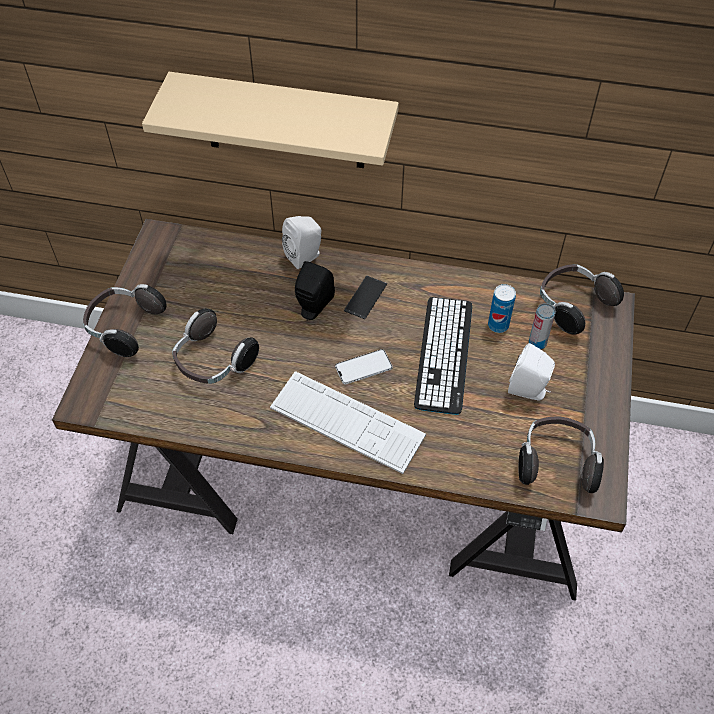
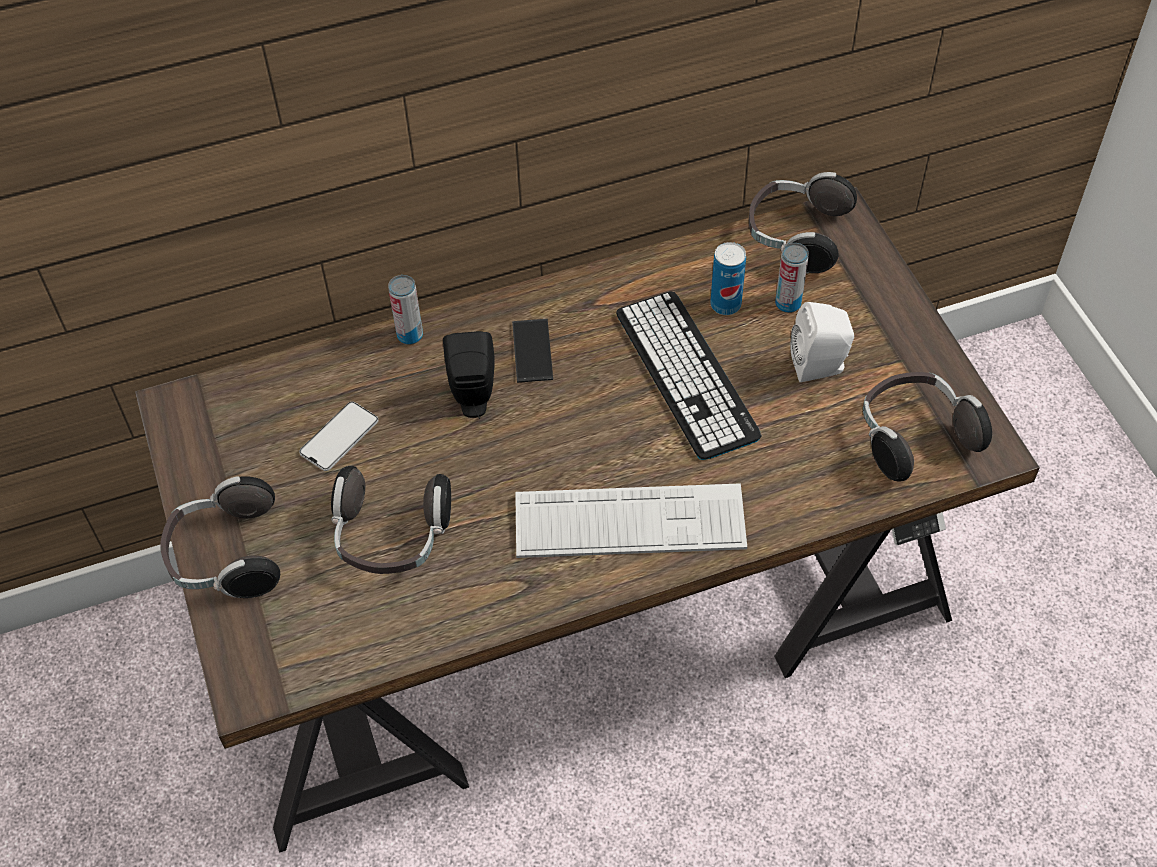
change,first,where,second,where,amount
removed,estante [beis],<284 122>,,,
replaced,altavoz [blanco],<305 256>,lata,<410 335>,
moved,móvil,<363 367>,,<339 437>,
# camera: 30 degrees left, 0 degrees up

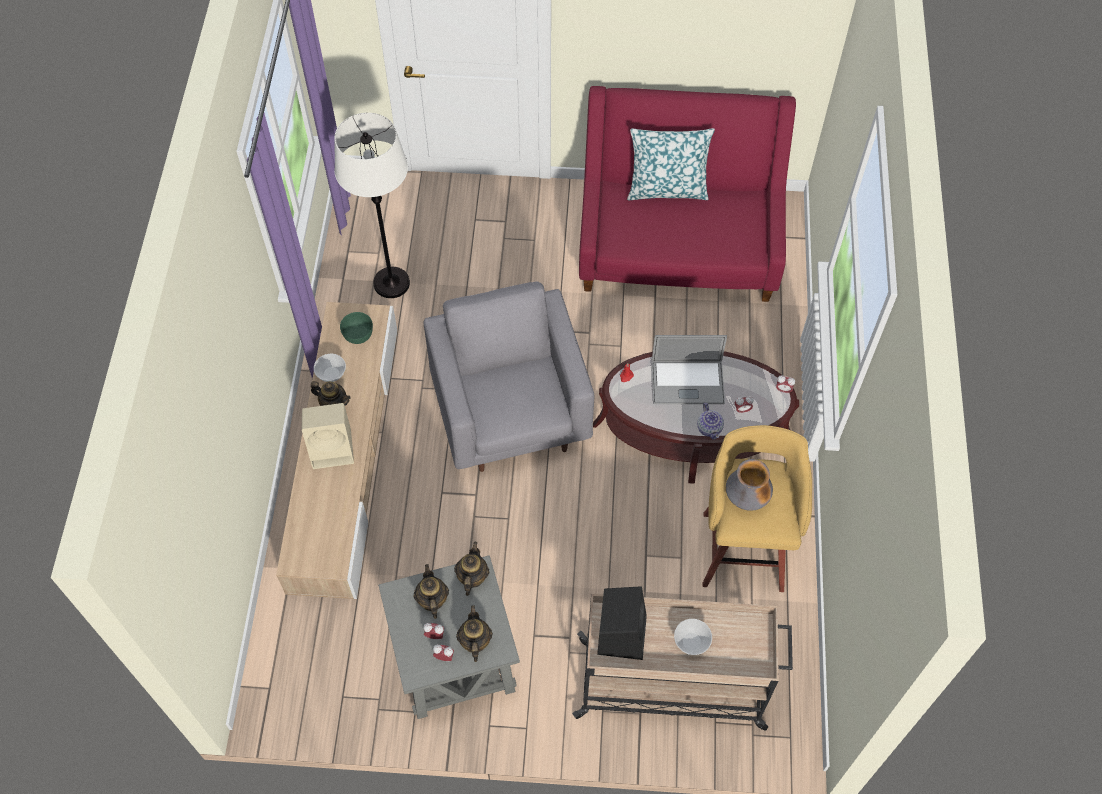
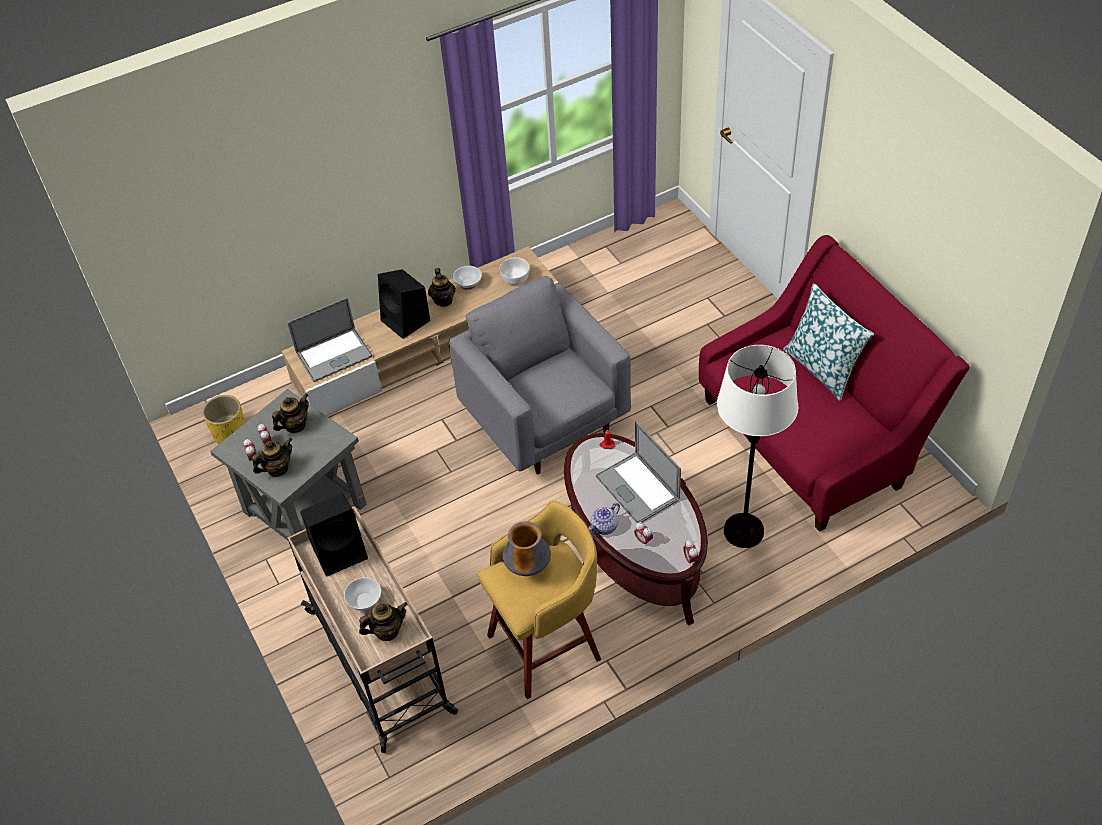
change,first,where,second,where,amount
recoloured,altavoz [beis],<333 448>,altavoz [negro],<406 321>,
moved,lámpara de pie [blanco],<392 283>,,<743 531>,
recoloured,cuenco [verde],<358 333>,cuenco [blanco],<515 278>,
turned,sillón [gris],<511 415>,,<545 421>,75 degrees counterclockwise
moved,tetera,<472 577>,,<387 631>,
added,,,maceta [amarillo],<230 433>,
added,,,portátil,<334 355>,
# camera: 60 degrees right, 10 degrees down

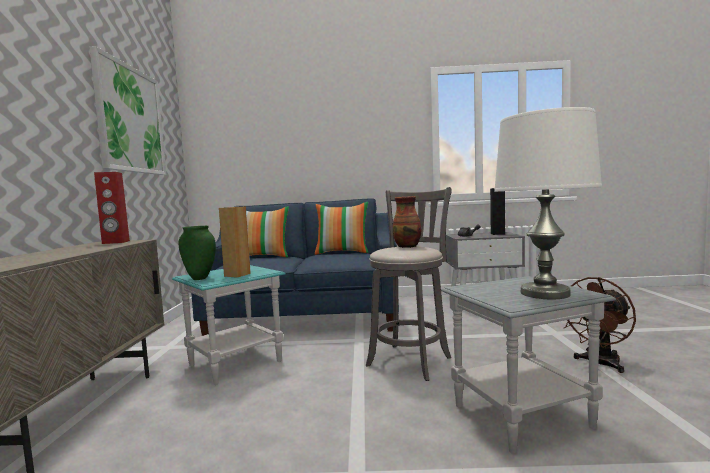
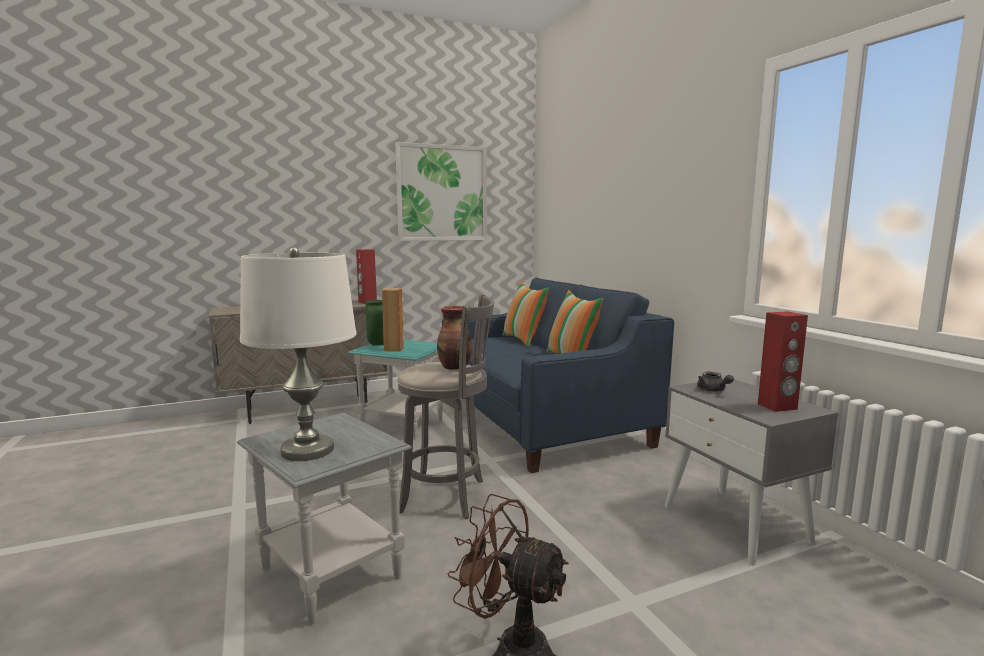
change,first,where,second,where,amount
recoloured,altavoz [negro],<498 234>,altavoz [rojo],<777 406>,
# camera: 65 degrees right, 5 degrees up

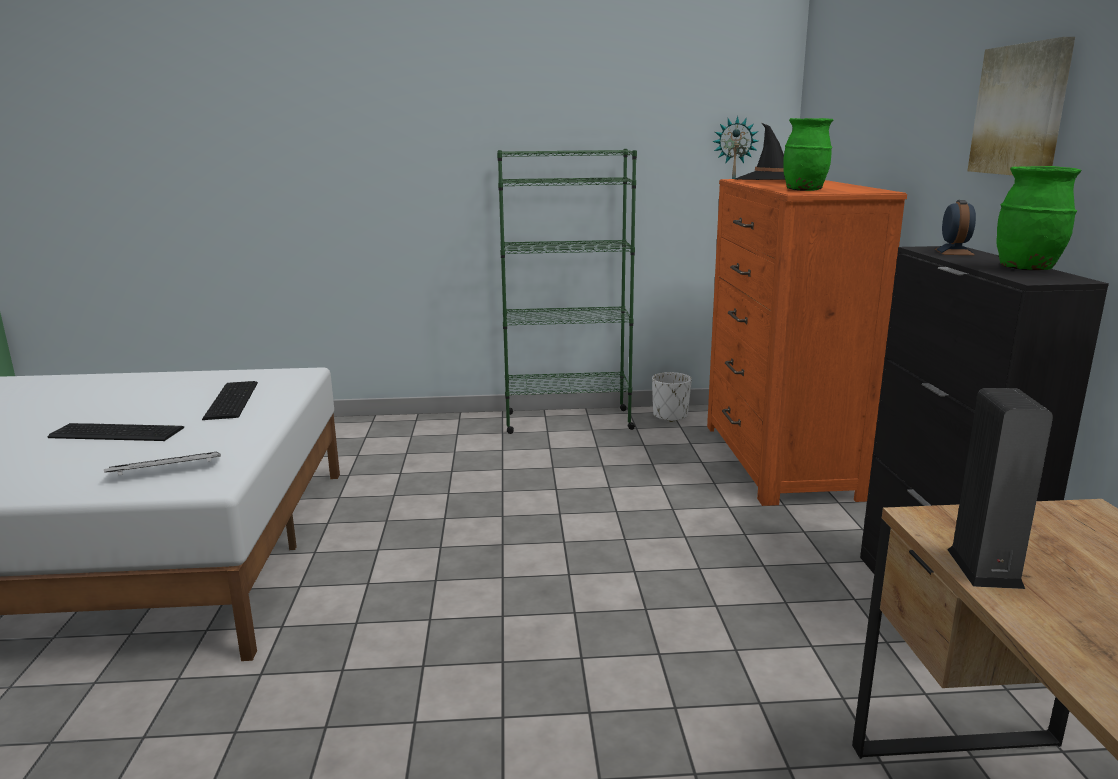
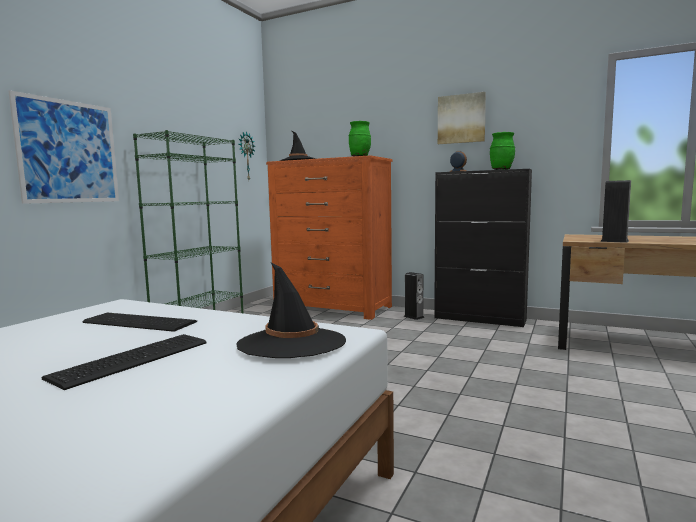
change,first,where,second,where,amount
replaced,teclado,<166 470>,sombrero [negro],<292 343>,
removed,maceta [blanco],<670 416>,,,
added,,,cuadro,<69 152>,
added,,,altavoz,<414 317>,
# camera: 60 degrees left, 10 degrees down

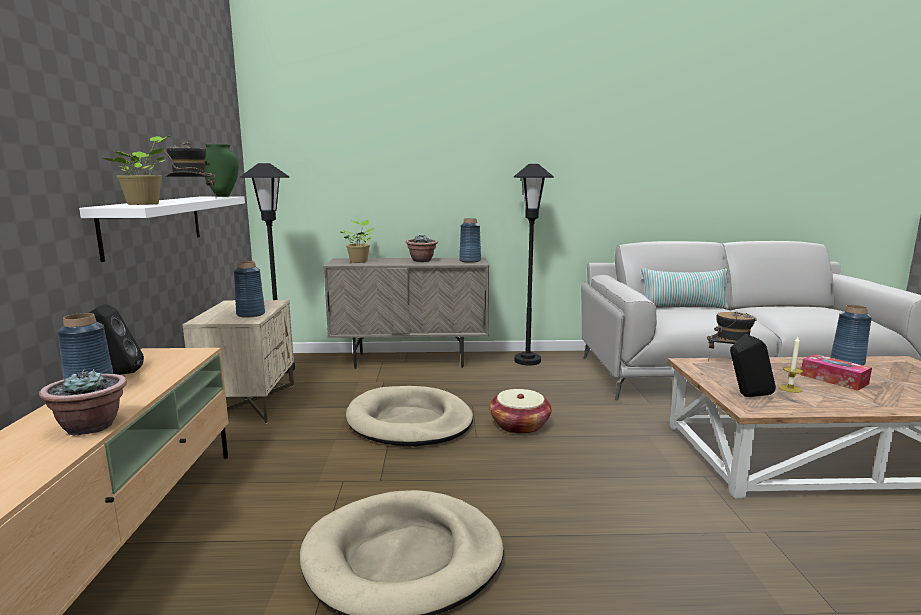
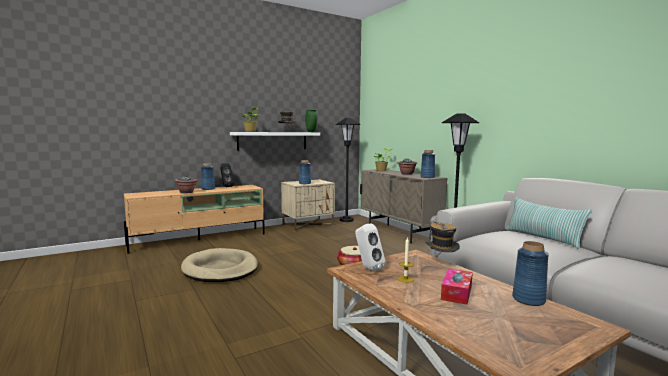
change,first,where,second,where,amount
removed,cama para perro [beis],<409 421>,,,
recoloured,altavoz [negro],<746 396>,altavoz [blanco],<368 268>,
# camera: 60 degrees right, 5 degrees down

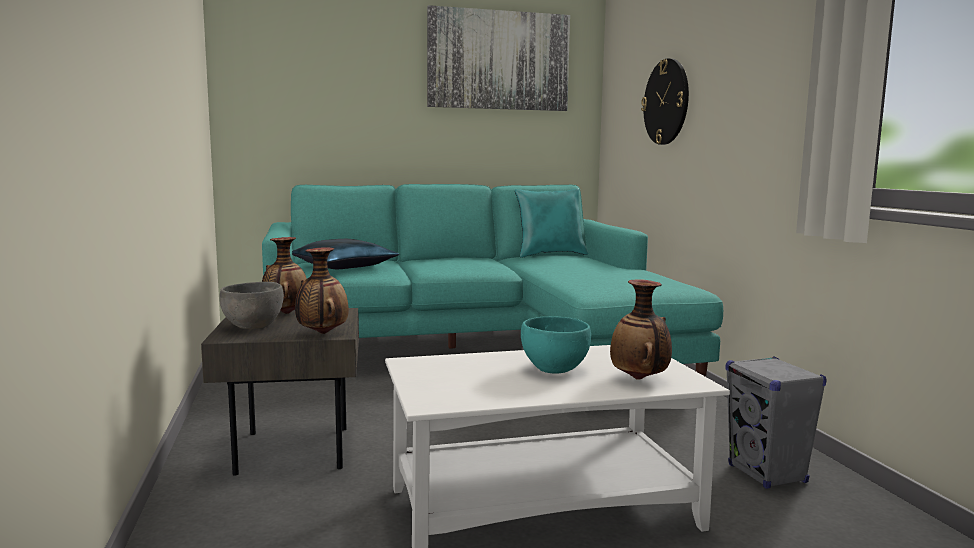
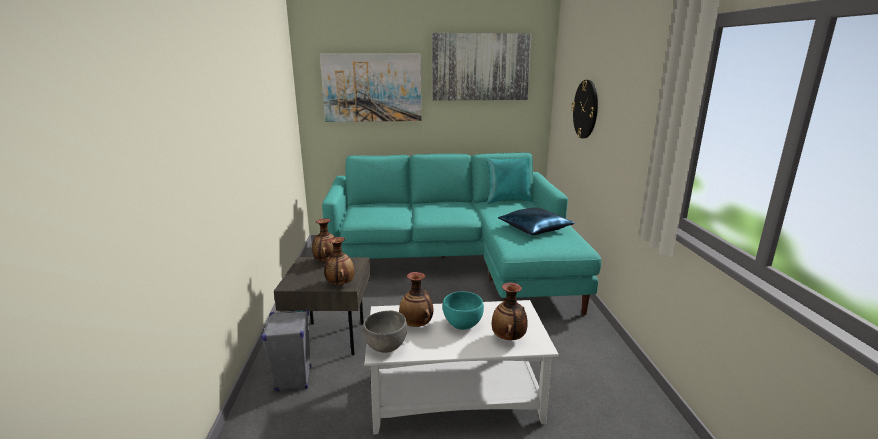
change,first,where,second,where,amount
moved,cuenco [gris],<253 326>,,<385 347>,
moved,cojín [azul],<343 266>,,<534 228>,
moved,altavoz [gris],<767 474>,,<293 379>,
added,,,cuadro,<372 88>,
added,,,florero,<416 325>,
# camera: 10 degrees right, 10 degrees up

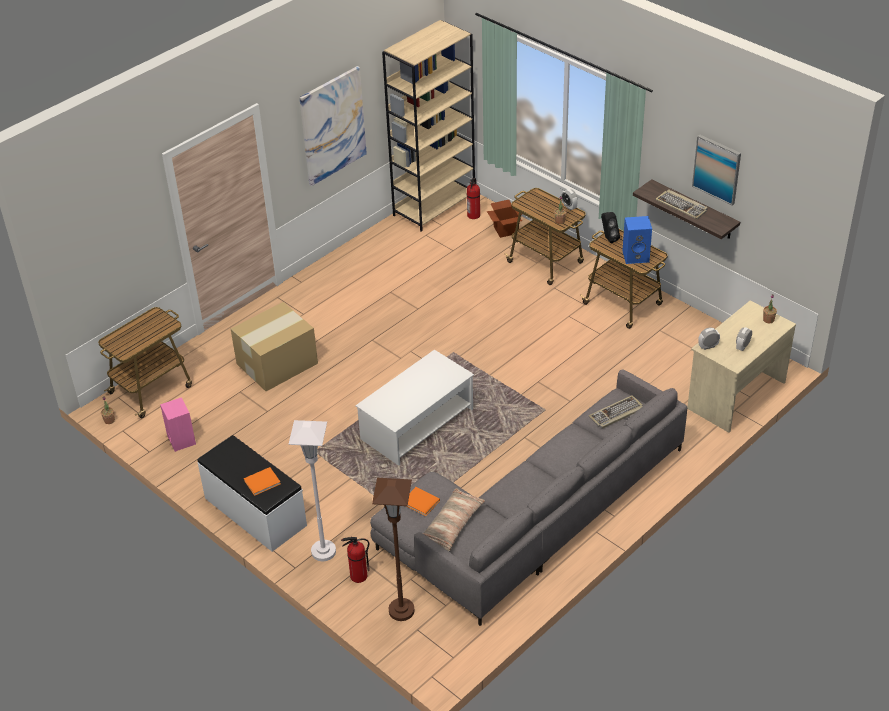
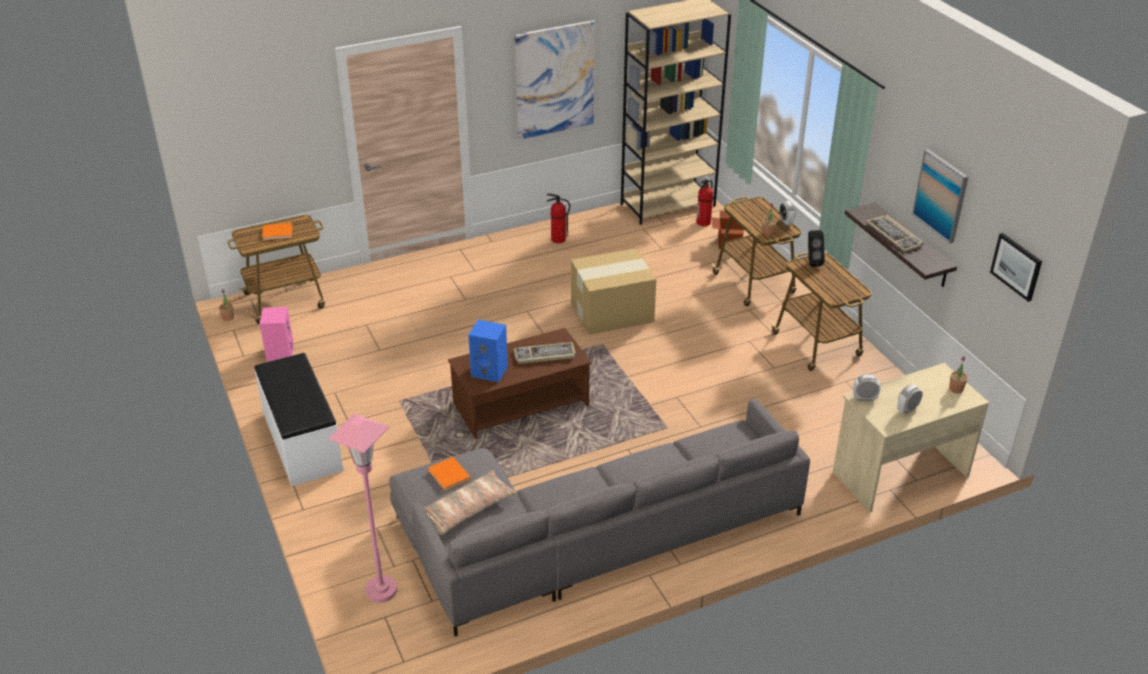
change,first,where,second,where,amount
moved,caja de cartón,<278 363>,,<613 312>,
moved,libro [naranja],<263 482>,,<278 232>,
removed,lámpara de pie [blanco],<323 551>,,,
moved,extintor,<358 576>,,<557 239>,
recoloured,mesa de centro [blanco],<416 425>,mesa de centro [marrón],<520 404>,
recoloured,lámpara de pie [marrón],<401 610>,lámpara de pie [rosa],<381 590>,
moved,teclado,<616 414>,,<544 355>,
moved,altavoz [azul],<636 256>,,<490 371>,
added,,,cuadro,<1016 266>,
# camera: 20 degrees right, 5 degrees down

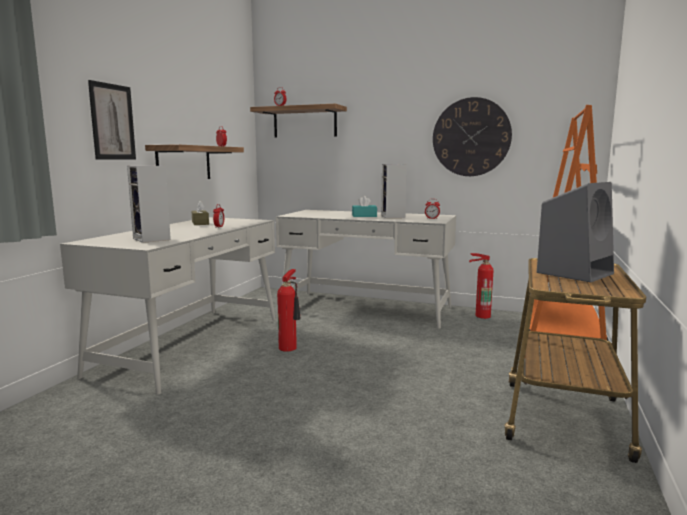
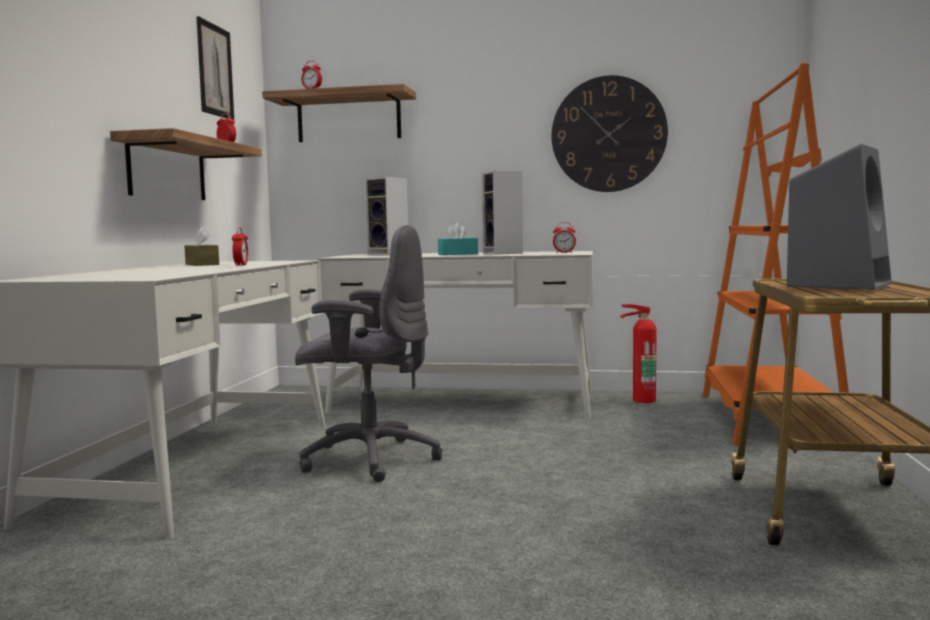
change,first,where,second,where,amount
moved,cuadro,<112 122>,,<215 70>,
moved,altavoz,<153 239>,,<389 254>,
replaced,extintor,<290 348>,silla de oficina [gris],<368 459>,
# camera: 10 degrees left, 5 degrees down

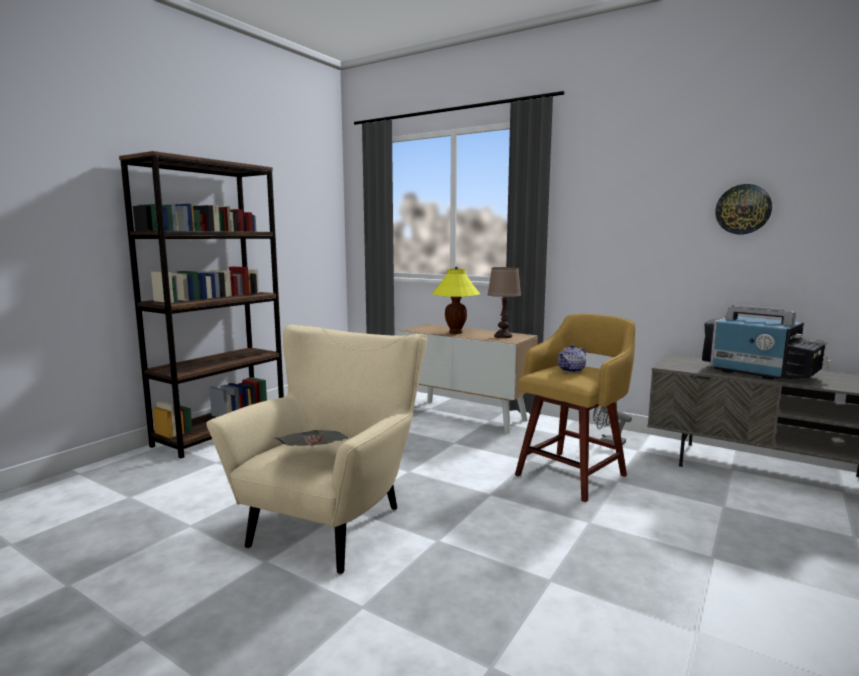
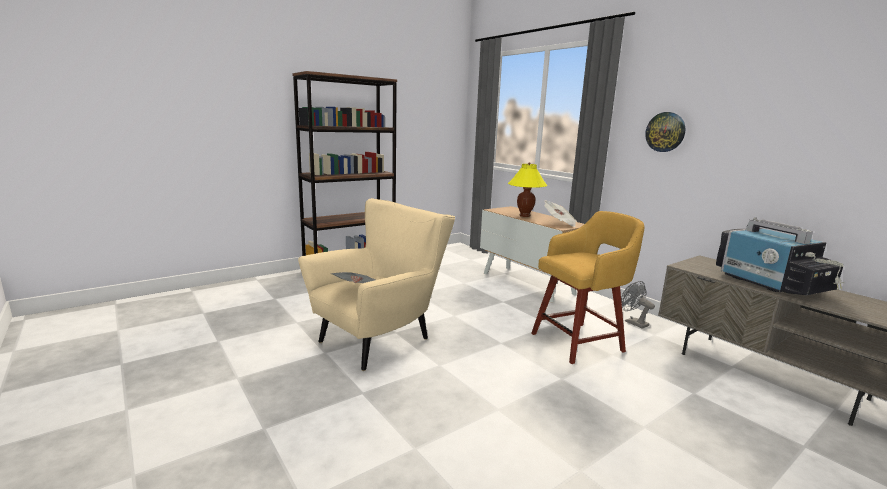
change,first,where,second,where,amount
replaced,lámpara de mesa [marrón],<503 336>,periódico,<560 223>,
removed,tetera,<571 370>,,,
moved,reloj de pared,<743 209>,,<665 132>,
# camera: 20 degrees right, 5 degrees up

